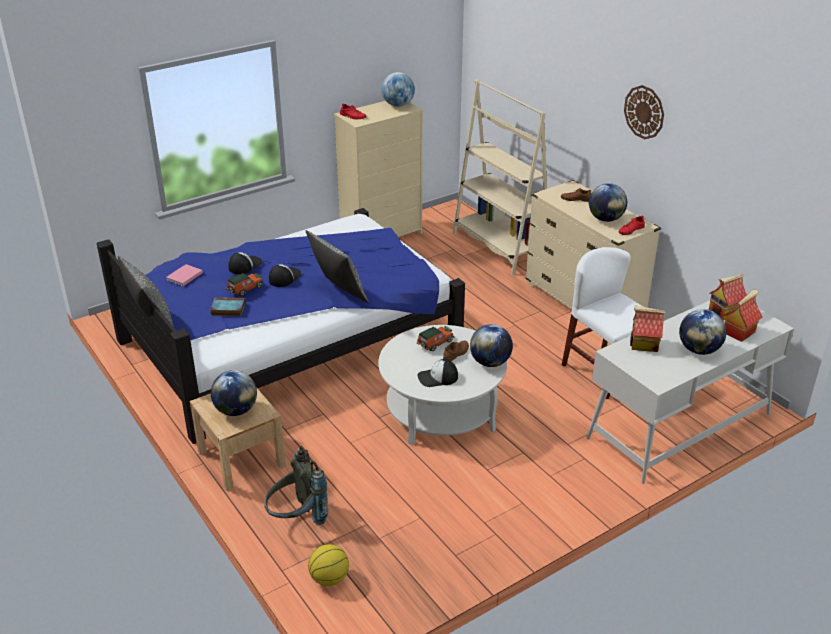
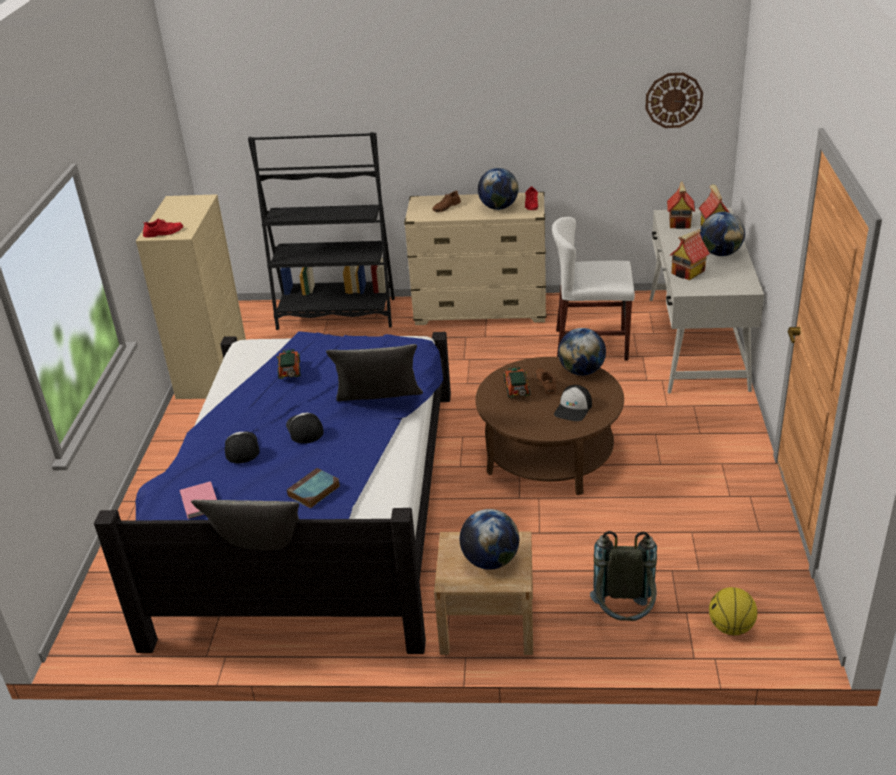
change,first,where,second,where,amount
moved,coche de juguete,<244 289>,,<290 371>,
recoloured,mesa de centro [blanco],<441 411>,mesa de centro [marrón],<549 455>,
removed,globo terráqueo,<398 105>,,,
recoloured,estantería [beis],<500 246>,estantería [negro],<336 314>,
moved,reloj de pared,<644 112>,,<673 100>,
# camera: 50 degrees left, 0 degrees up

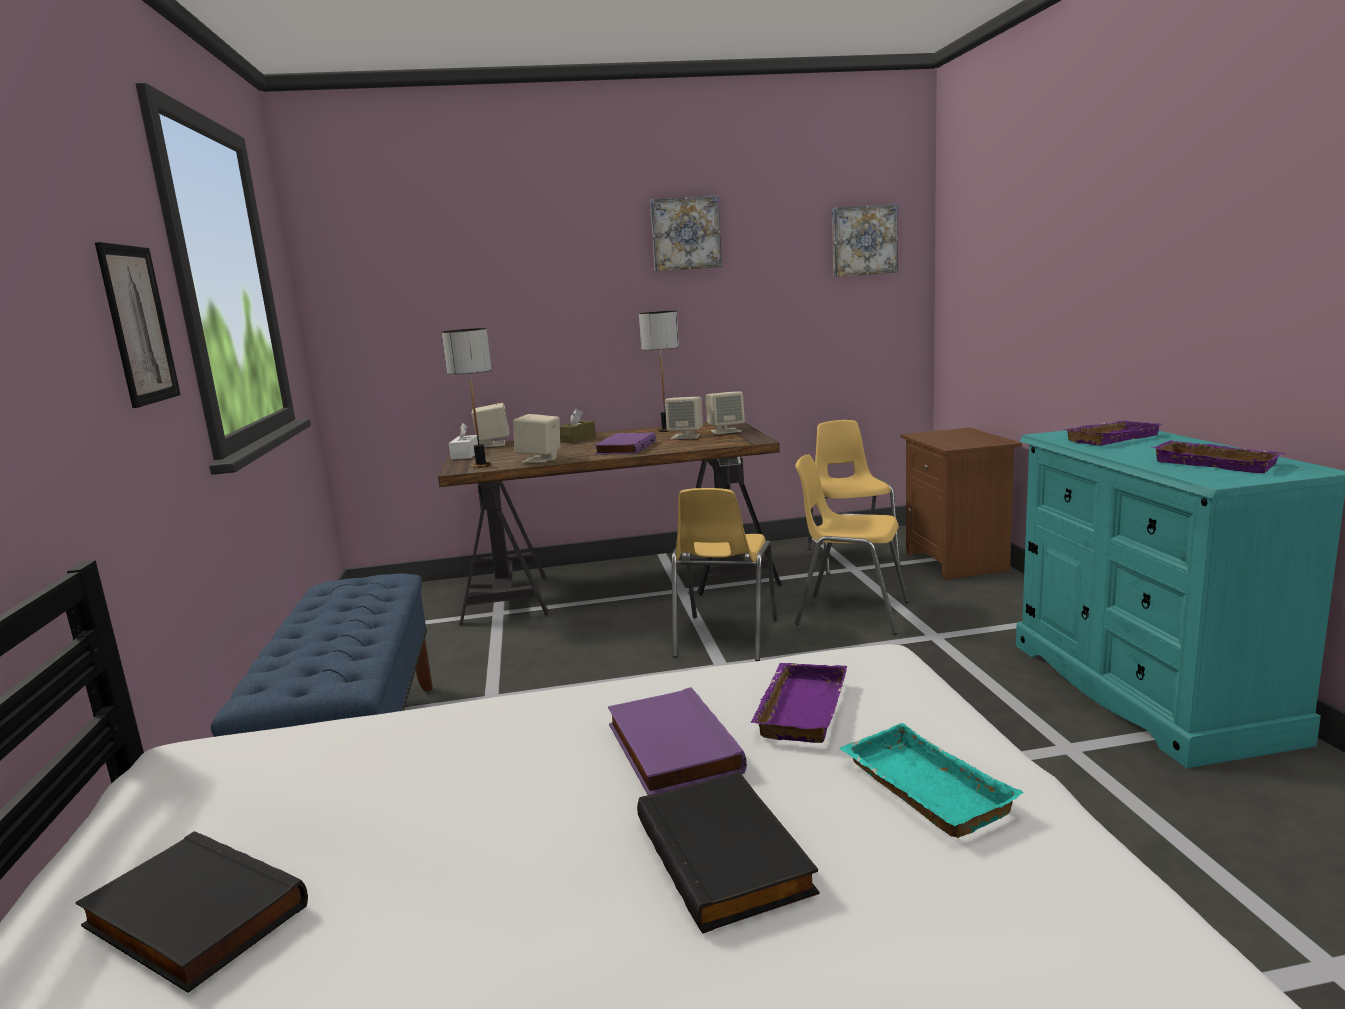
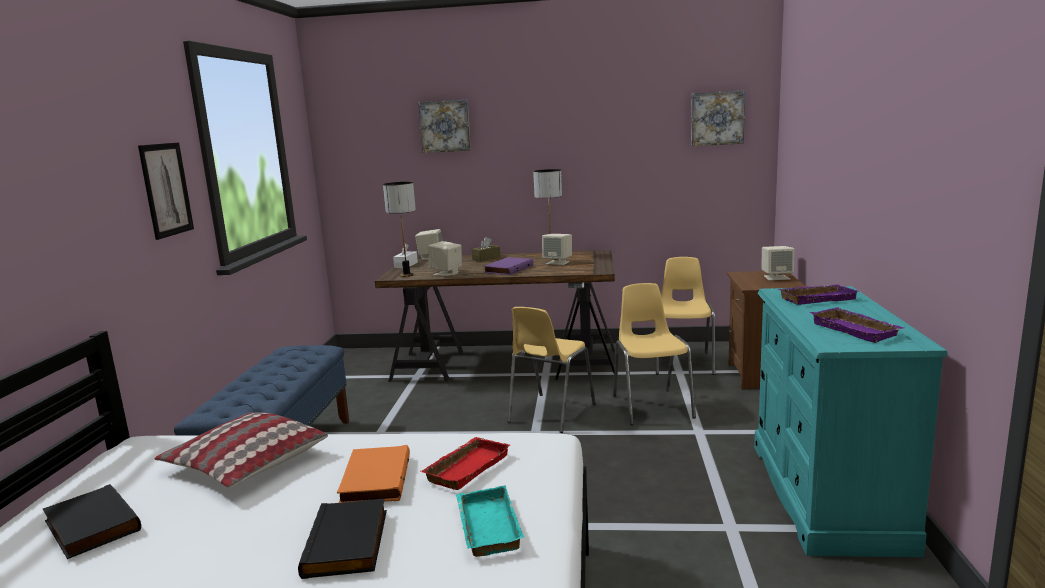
change,first,where,second,where,amount
recoloured,libro [morado],<669 748>,libro [naranja],<374 479>,
moved,cuadro,<685 234>,,<445 126>,
moved,altavoz [beis],<725 431>,,<776 277>,
recoloured,bandeja [morado],<798 708>,bandeja [rojo],<466 467>,
turned,silla [amarillo],<851 613>,,<651 406>,45 degrees clockwise
added,,,cojín,<245 464>,
# camera: 15 degrees right, 0 degrees up

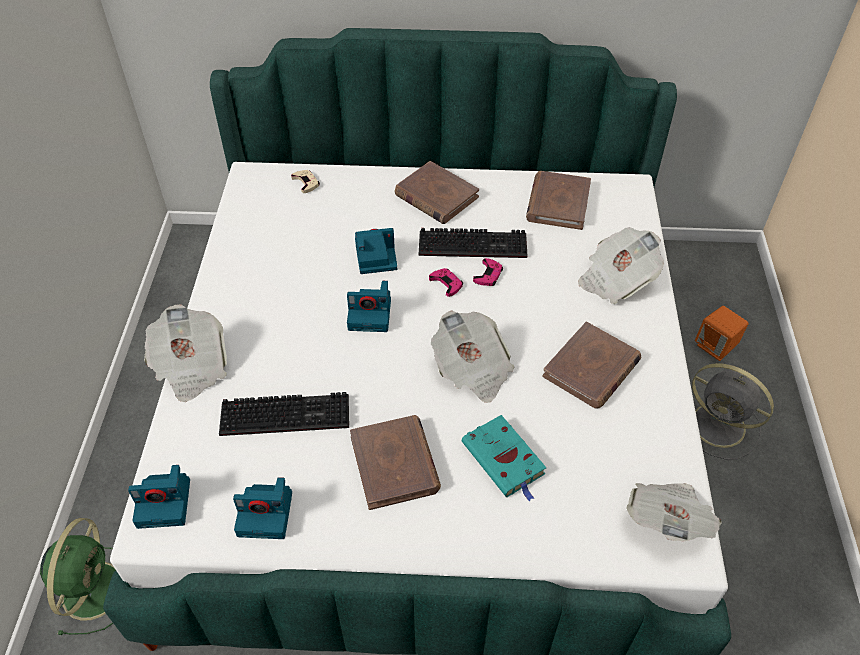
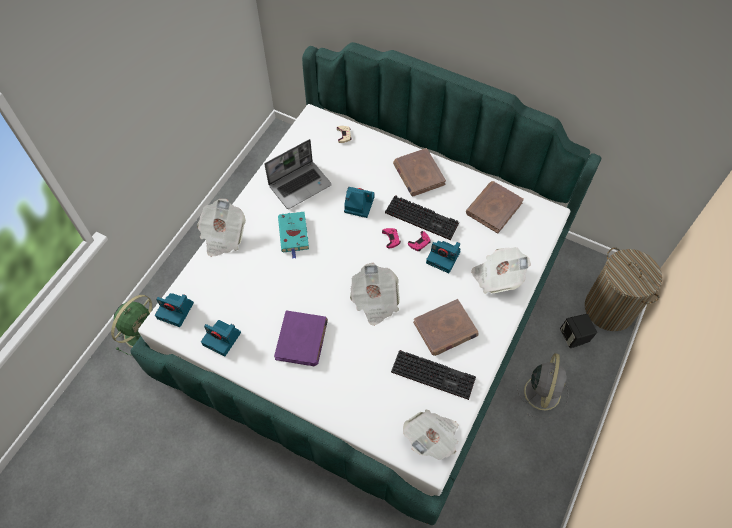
change,first,where,second,where,amount
moved,teclado,<287 413>,,<435 374>,
moved,cámara,<371 314>,,<444 257>,
recoloured,libro [marrón],<395 464>,libro [morado],<301 339>,
moved,libro [turquesa],<505 460>,,<294 235>,
turned,ventilador [gris],<720 426>,,<542 391>,135 degrees counterclockwise
recoloured,altavoz [naranja],<715 347>,altavoz [negro],<574 337>,
added,,,portátil,<300 185>,
added,,,cesto de la ropa,<609 309>,
# camera: 25 degrees right, 10 degrees up

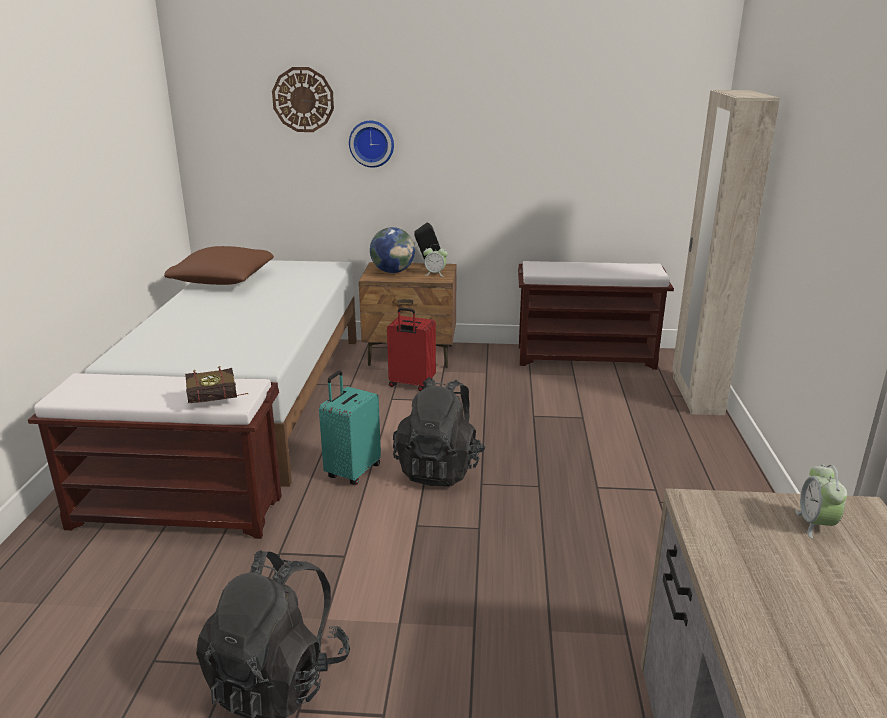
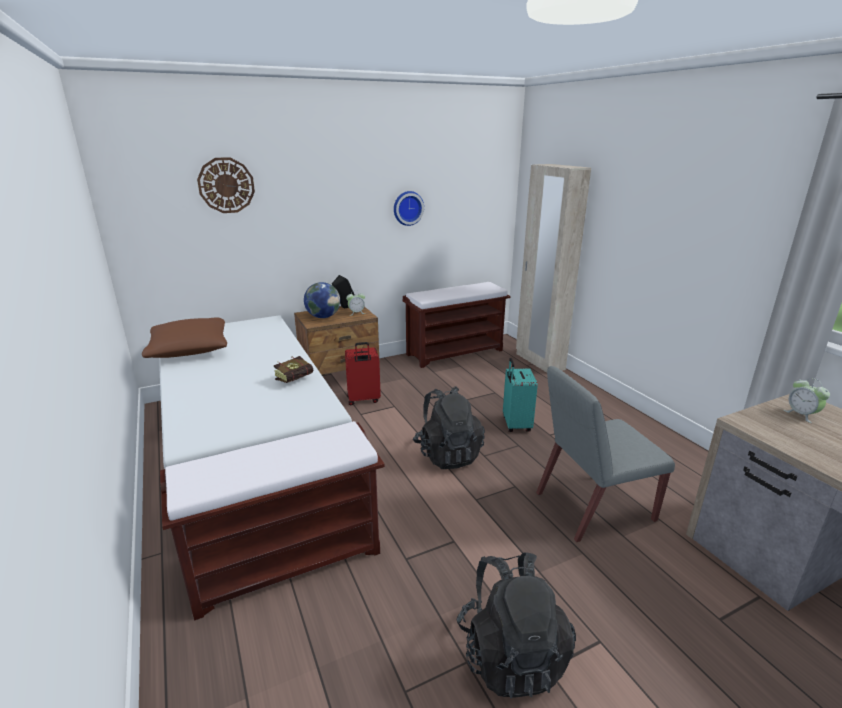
change,first,where,second,where,amount
moved,libro,<219 401>,,<298 379>,
moved,maleta [turquesa],<352 471>,,<515 425>,
moved,reloj de pared,<372 143>,,<407 208>,
added,,,silla [gris],<592 507>,
# camera: 30 degrees left, 0 degrees up

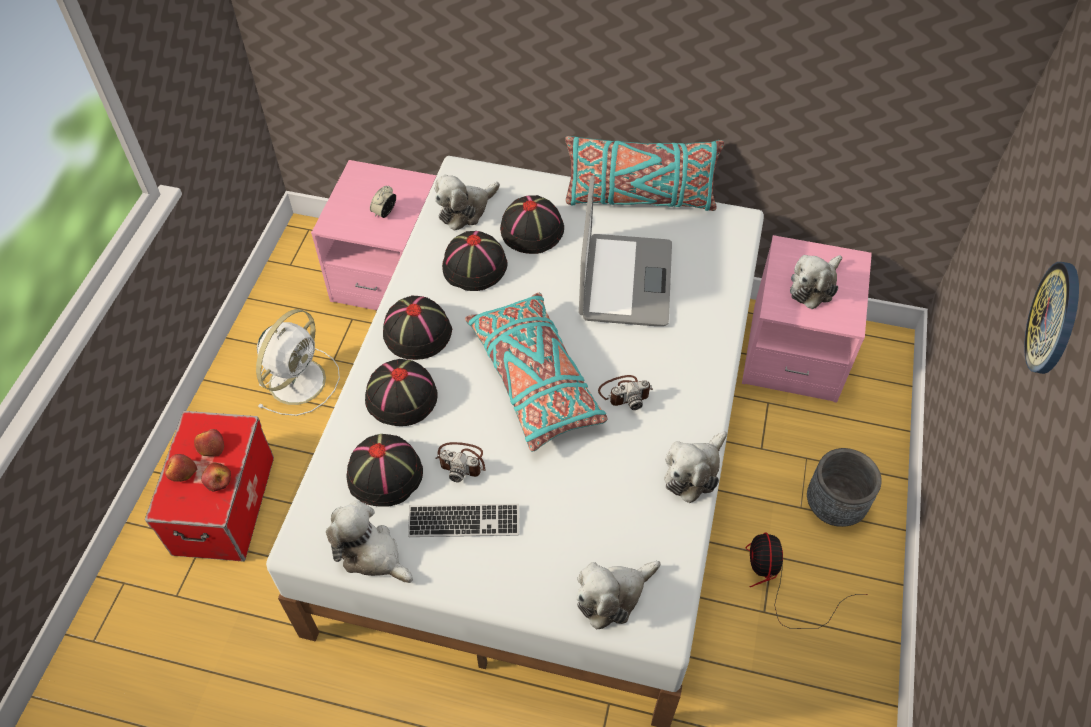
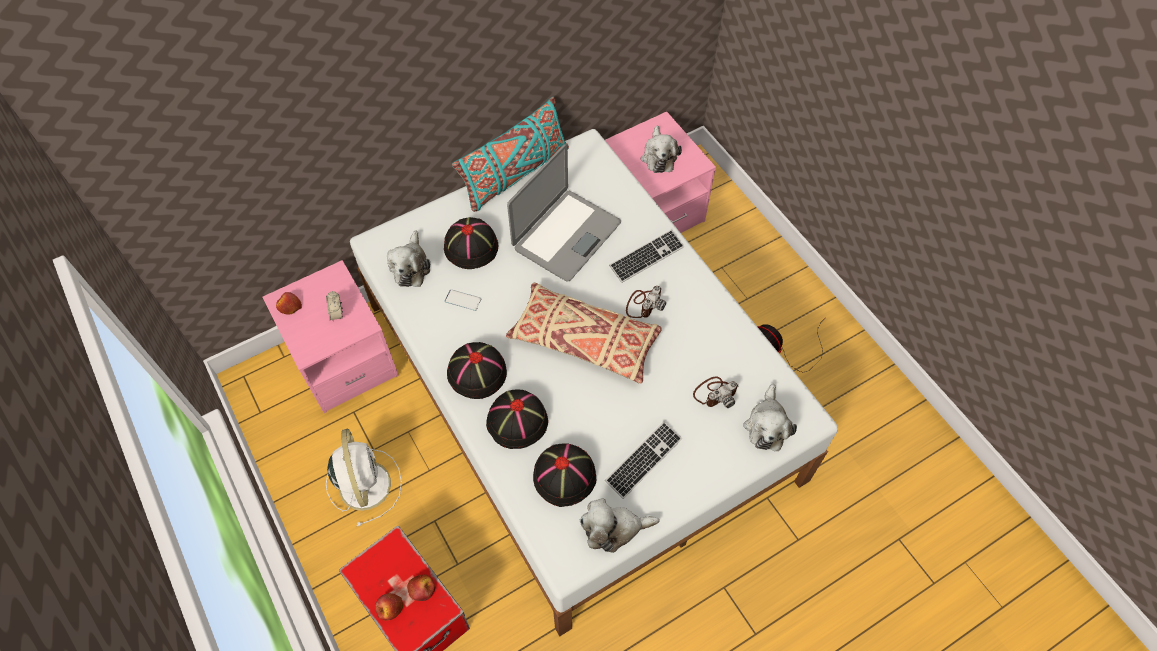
change,first,where,second,where,amount
moved,manzana,<210 446>,,<289 307>,
moved,cámara,<462 461>,,<715 393>,
replaced,sombrero [negro],<474 267>,móvil,<463 300>,
recoloured,cojín [turquesa],<535 380>,cojín [beis],<585 340>,
turned,portátil,<624 281>,,<566 235>,75 degrees clockwise
removed,peluche,<693 472>,,,
removed,maceta [gris],<833 506>,,,
removed,reloj de pared,<1054 318>,,,
added,,,teclado,<646 257>,
# camera: 45 degrees left, 5 degrees up

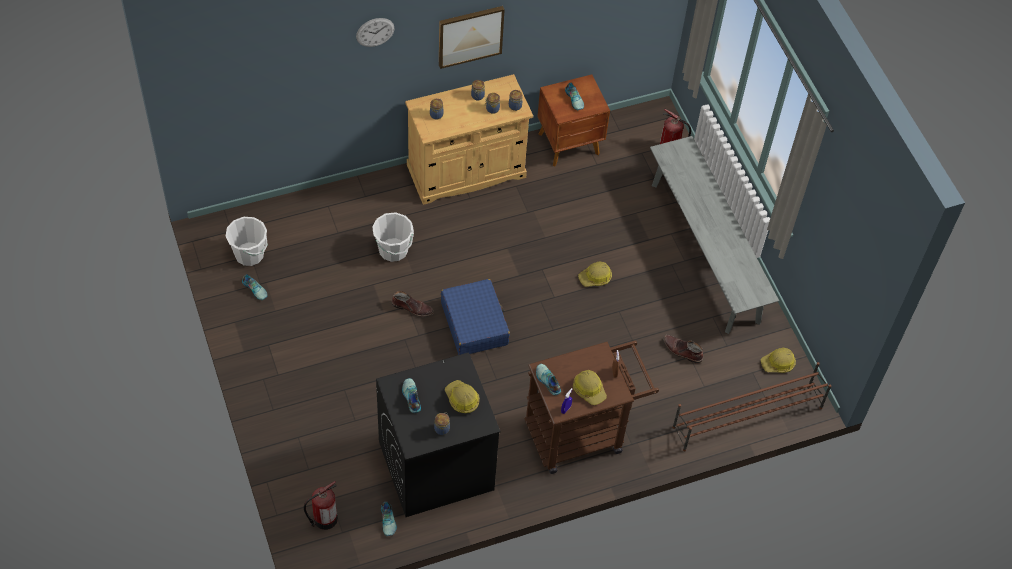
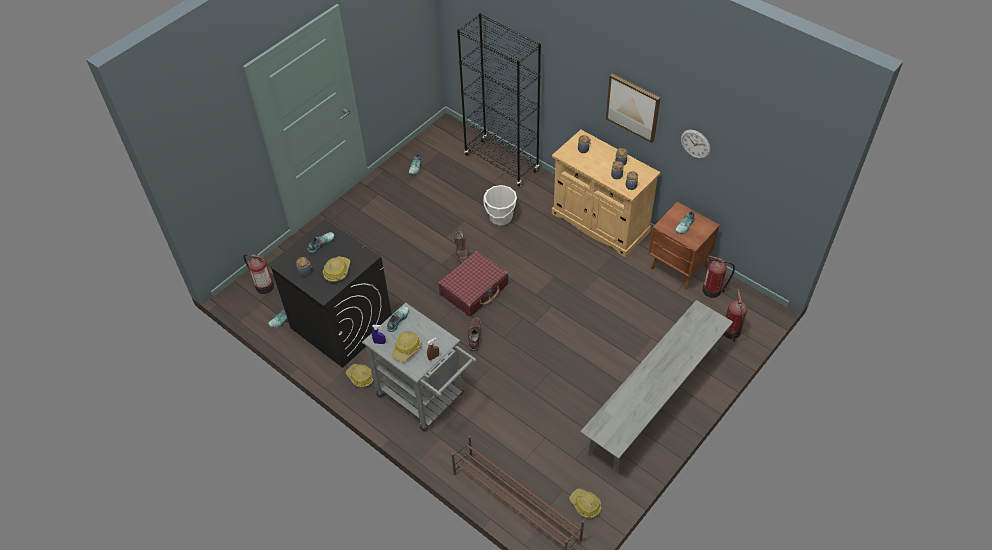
change,first,where,second,where,amount
removed,cubo [blanco],<249 254>,,,
moved,reloj de pared,<375 32>,,<695 144>,
recoloured,maleta [azul],<474 323>,maleta [rojo],<474 289>,
recoloured,carrito [marrón],<582 432>,carrito [gris],<426 398>,
moved,casco,<595 278>,,<360 377>,
moved,bota [marrón],<682 351>,,<474 336>,
added,,,estantería [negro],<501 163>,
added,,,extintor,<713 290>,
# camera: 65 degrees right, 5 degrees down

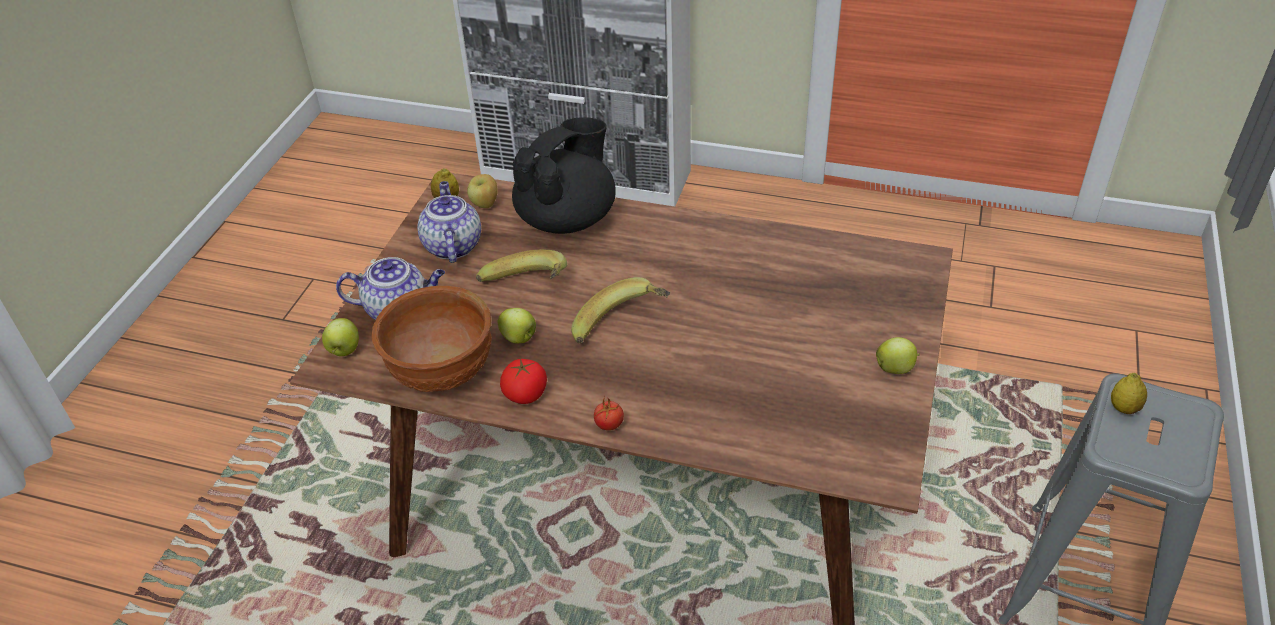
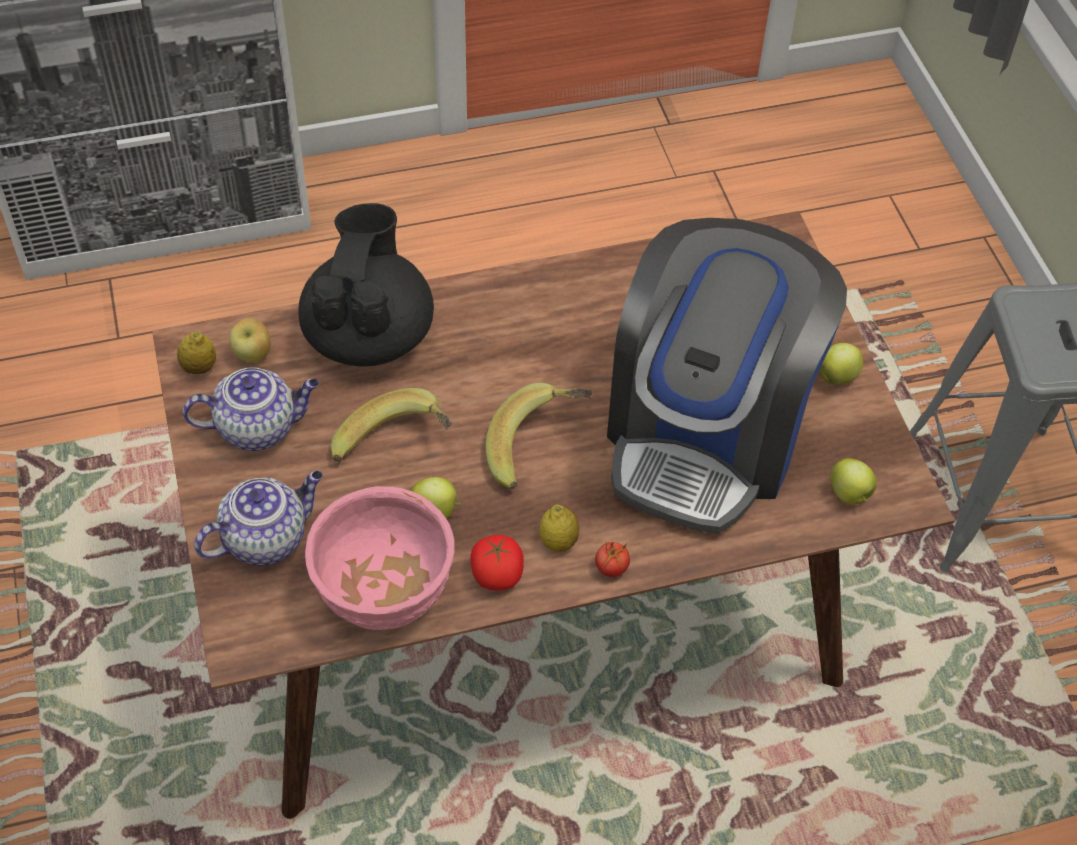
change,first,where,second,where,amount
moved,manzana,<344 350>,,<850 495>,
recoloured,cuenco [marrón],<441 373>,cuenco [rosa],<382 593>,
turned,tetera,<452 245>,,<259 427>,120 degrees clockwise
moved,limón,<1124 408>,,<558 541>,
added,,,cafetera,<707 432>,
# camera: 35 degrees left, 10 degrees up

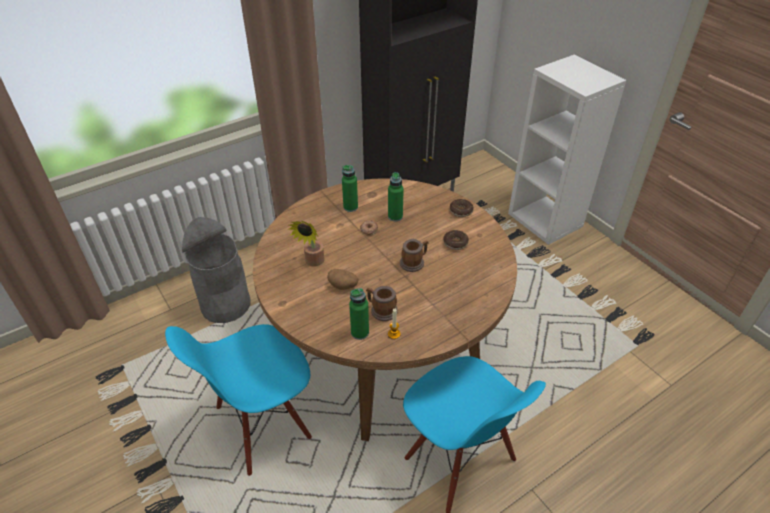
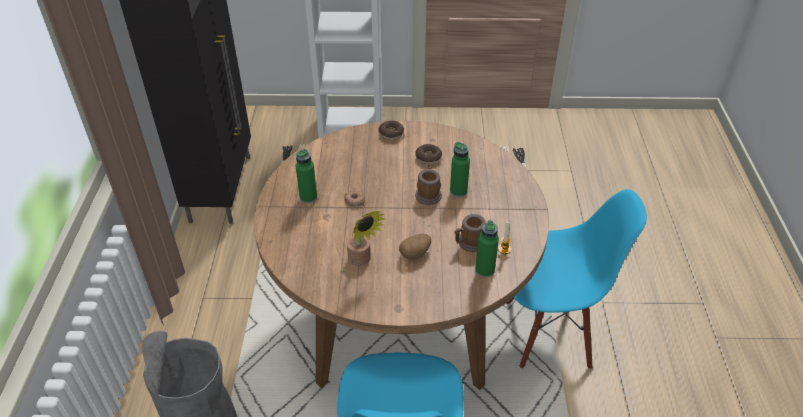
change,first,where,second,where,amount
moved,botella [verde],<395 216>,,<458 191>,
# camera: 55 degrees left, 0 degrees up

